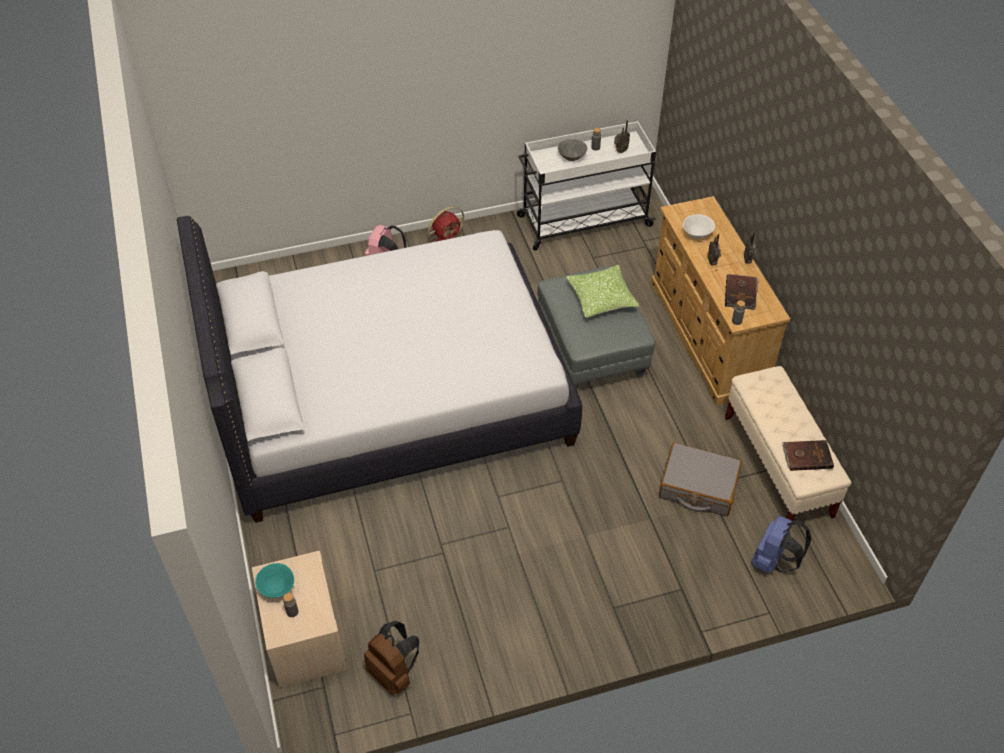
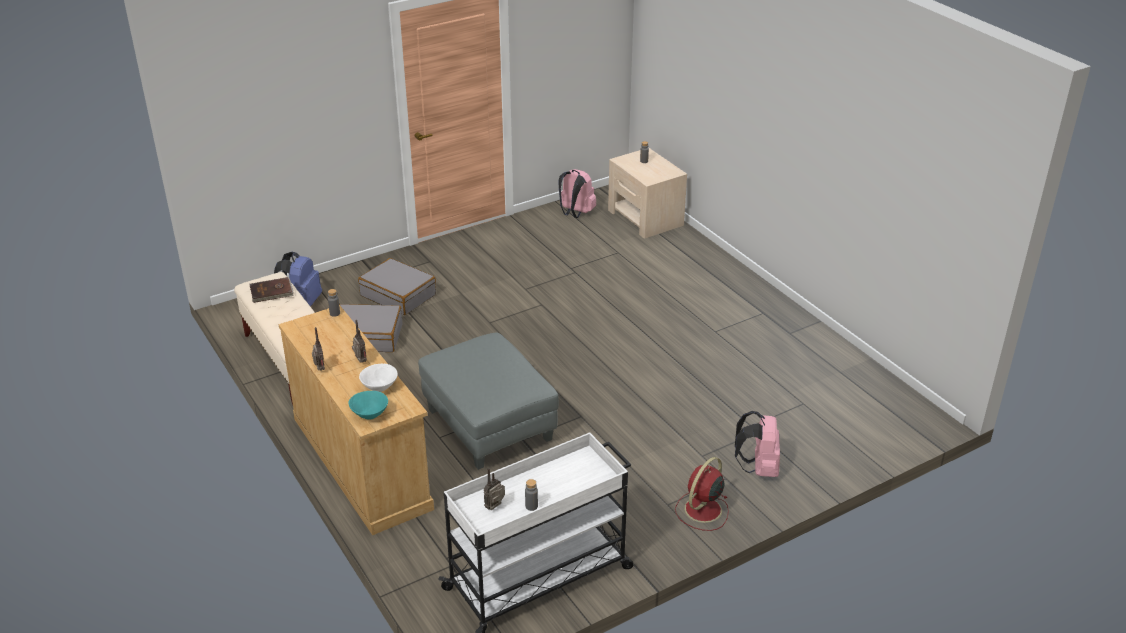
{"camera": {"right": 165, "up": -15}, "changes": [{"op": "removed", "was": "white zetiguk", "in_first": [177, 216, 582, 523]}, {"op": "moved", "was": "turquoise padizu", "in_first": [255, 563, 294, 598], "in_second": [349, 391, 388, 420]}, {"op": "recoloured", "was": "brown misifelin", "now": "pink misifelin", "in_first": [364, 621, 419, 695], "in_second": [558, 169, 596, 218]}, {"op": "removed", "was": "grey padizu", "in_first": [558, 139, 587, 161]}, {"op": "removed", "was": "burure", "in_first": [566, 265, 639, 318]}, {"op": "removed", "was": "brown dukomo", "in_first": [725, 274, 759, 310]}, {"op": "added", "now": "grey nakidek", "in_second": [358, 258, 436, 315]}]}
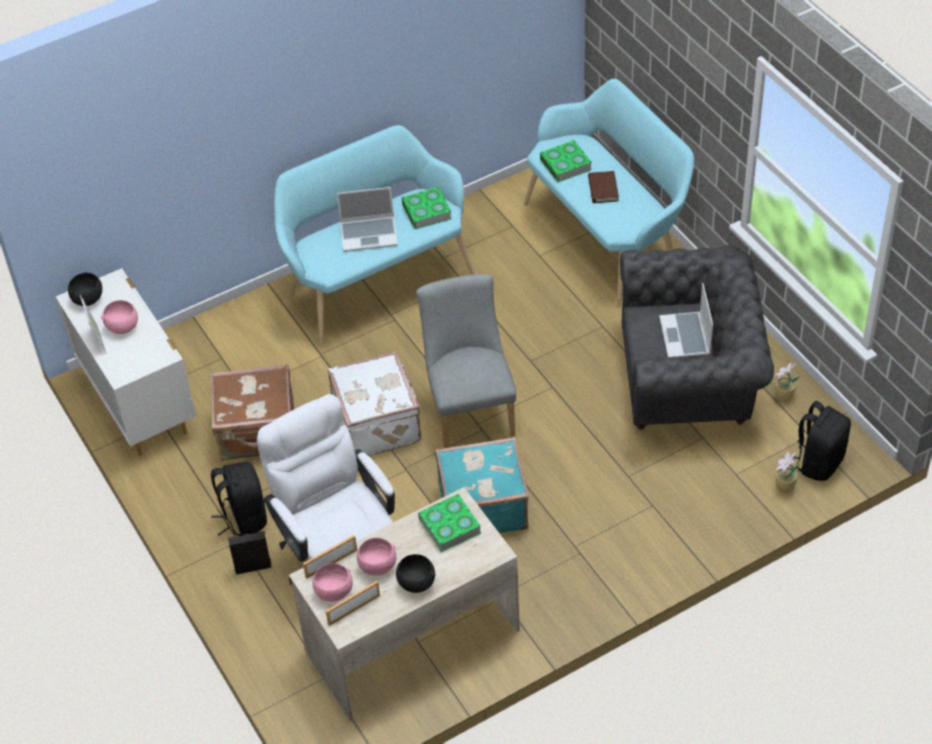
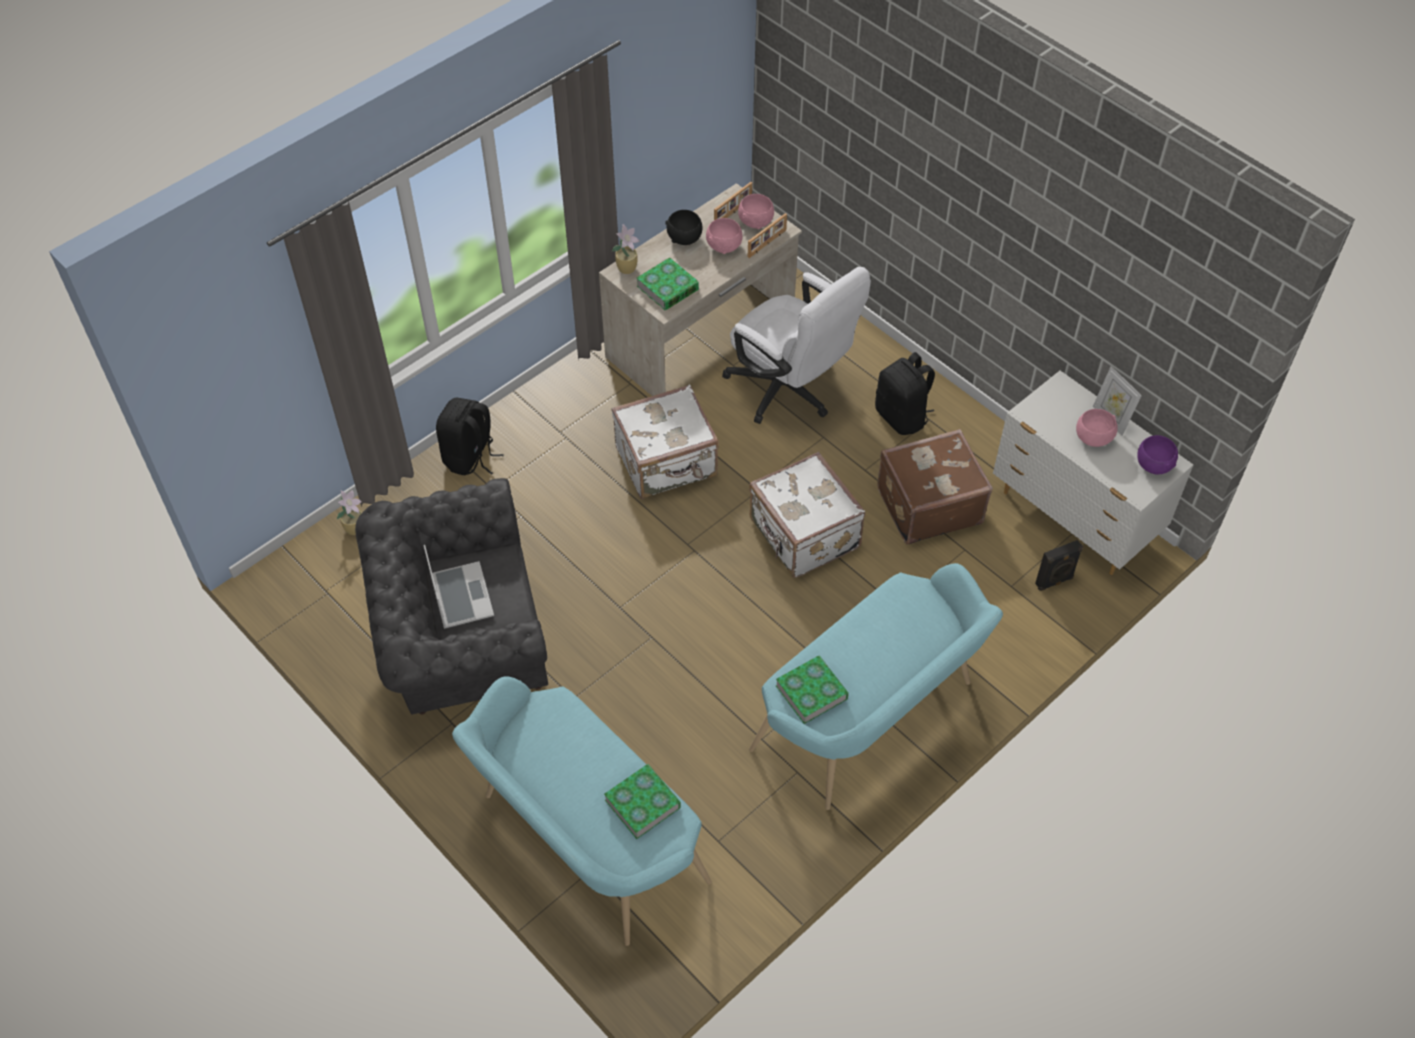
{"camera": {"right": 165, "up": 5}, "changes": [{"op": "recoloured", "was": "black padizu", "now": "purple padizu", "in_first": [68, 272, 102, 306], "in_second": [1137, 435, 1178, 474]}, {"op": "moved", "was": "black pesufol", "in_first": [228, 531, 272, 575], "in_second": [1035, 540, 1083, 591]}, {"op": "removed", "was": "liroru", "in_first": [337, 187, 398, 252]}, {"op": "removed", "was": "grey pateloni", "in_first": [416, 274, 516, 448]}, {"op": "recoloured", "was": "turquoise nakidek", "now": "white nakidek", "in_first": [435, 437, 529, 533], "in_second": [611, 384, 719, 499]}, {"op": "removed", "was": "brown dukomo", "in_first": [588, 171, 619, 203]}, {"op": "moved", "was": "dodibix", "in_first": [774, 362, 800, 402], "in_second": [612, 224, 640, 274]}, {"op": "moved", "was": "black misifelin", "in_first": [794, 401, 851, 481], "in_second": [436, 398, 504, 475]}]}
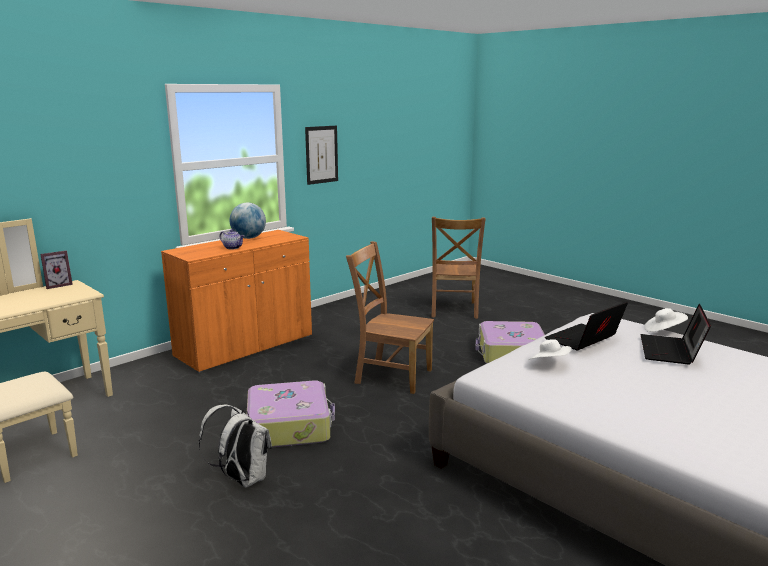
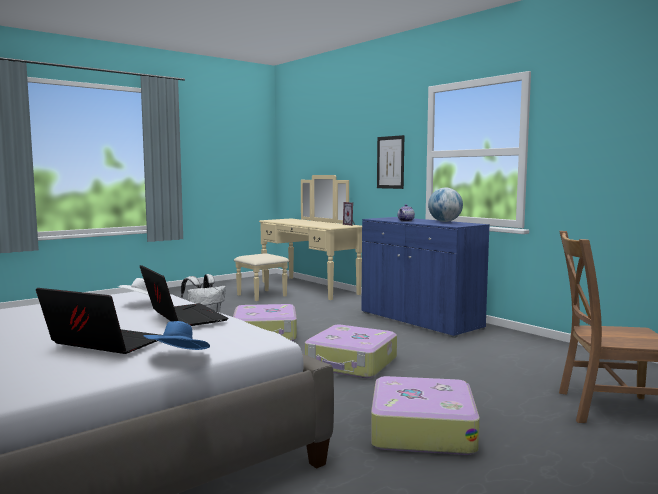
{"camera": {"right": 95, "up": -10}, "changes": [{"op": "recoloured", "was": "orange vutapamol", "now": "blue vutapamol", "in_first": [161, 230, 312, 373], "in_second": [362, 217, 490, 338]}, {"op": "moved", "was": "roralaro", "in_first": [305, 126, 338, 185], "in_second": [377, 135, 404, 189]}, {"op": "replaced", "was": "brown pateloni", "now": "nakidek", "in_first": [346, 241, 434, 394], "in_second": [305, 325, 397, 378]}, {"op": "recoloured", "was": "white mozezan", "now": "blue mozezan", "in_first": [645, 308, 688, 332], "in_second": [144, 321, 210, 350]}]}
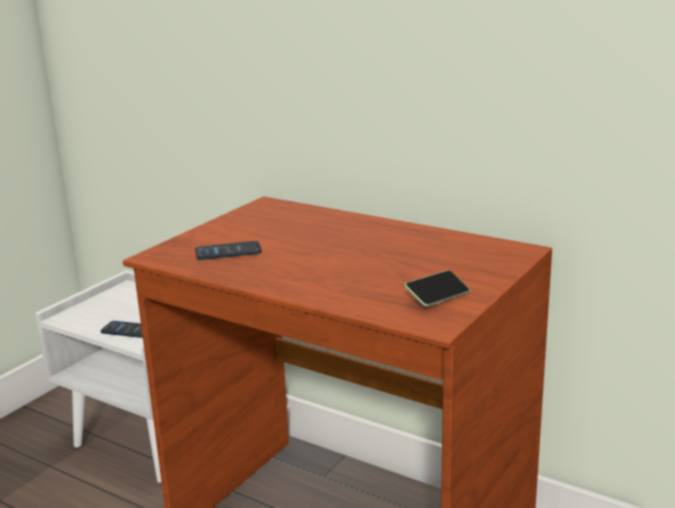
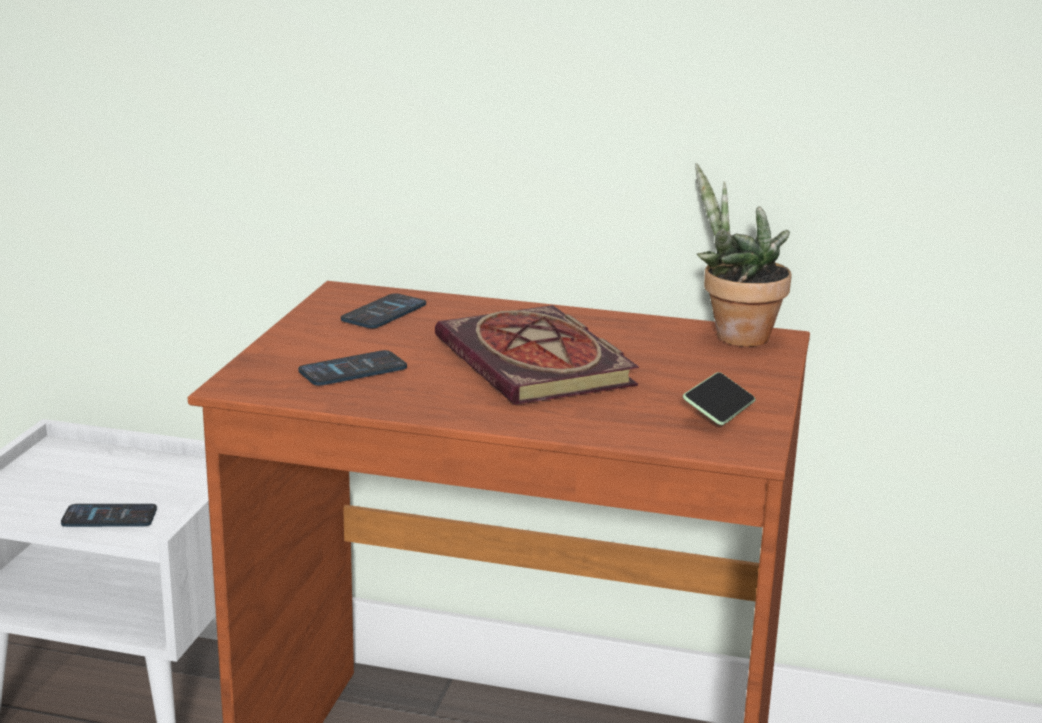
{"camera": {"right": -20, "up": 0}, "changes": [{"op": "added", "now": "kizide", "in_second": [341, 293, 426, 329]}, {"op": "added", "now": "dukomo", "in_second": [435, 305, 639, 405]}, {"op": "added", "now": "dodibix", "in_second": [695, 163, 792, 347]}]}
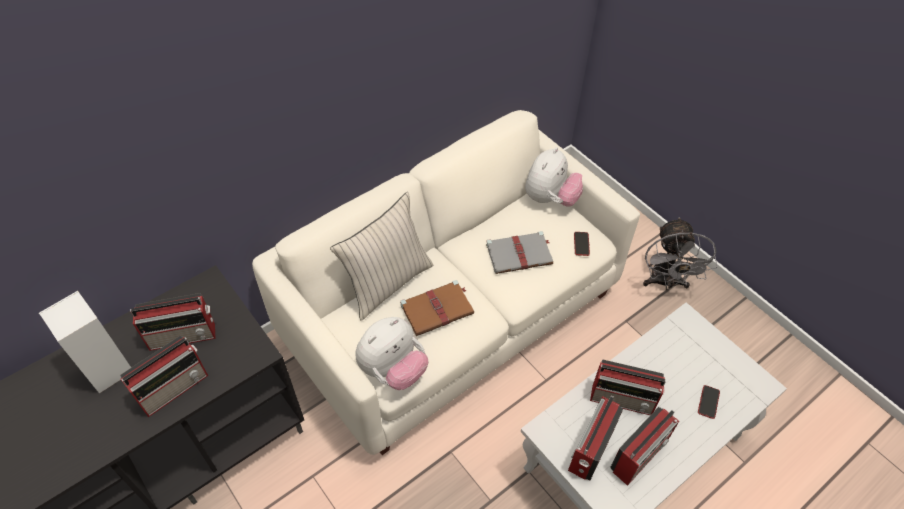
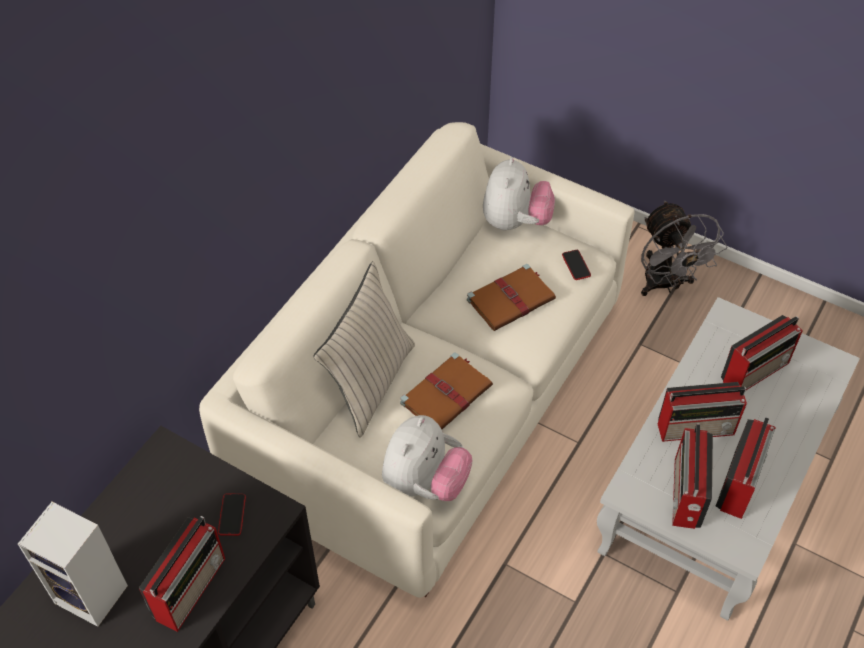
{"camera": {"right": -20, "up": 0}, "changes": [{"op": "moved", "was": "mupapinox", "in_first": [130, 293, 216, 351], "in_second": [721, 315, 803, 390]}, {"op": "recoloured", "was": "grey dukomo", "now": "brown dukomo", "in_first": [486, 231, 553, 274], "in_second": [467, 264, 556, 331]}, {"op": "moved", "was": "kizide", "in_first": [698, 385, 720, 419], "in_second": [218, 494, 246, 536]}]}
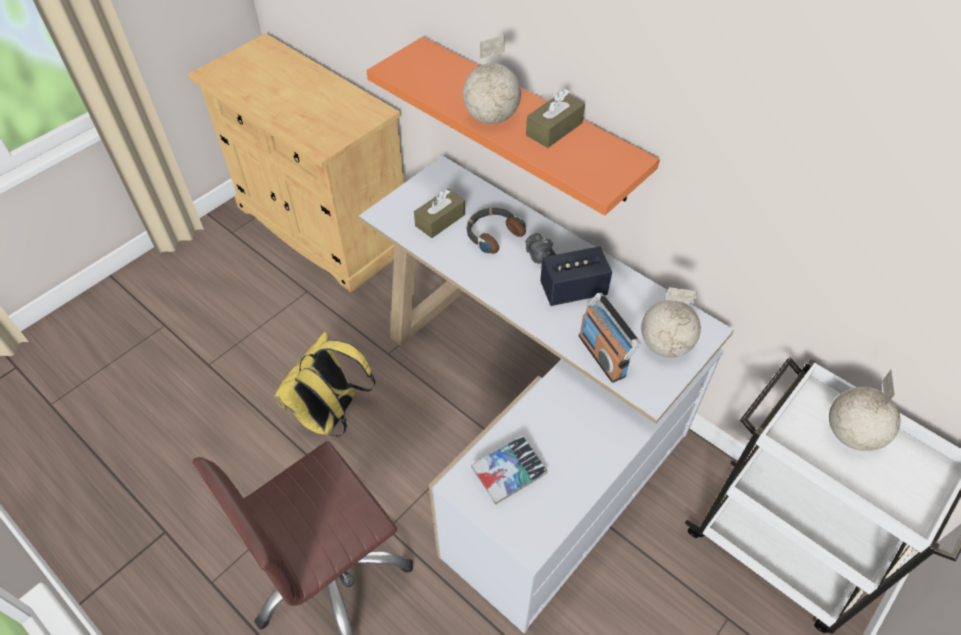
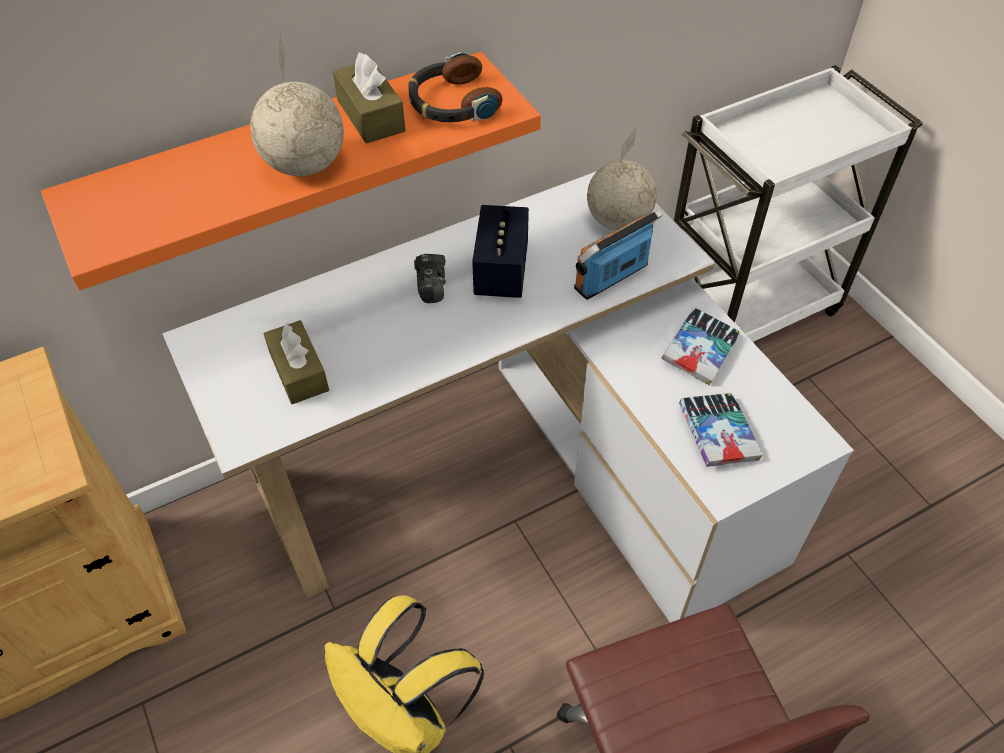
{"camera": {"right": -70, "up": 0}, "changes": [{"op": "moved", "was": "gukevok", "in_first": [466, 207, 526, 254], "in_second": [408, 52, 503, 122]}, {"op": "turned", "was": "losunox", "in_first": [525, 233, 556, 265], "in_second": [414, 254, 446, 303], "clockwise": -90}, {"op": "turned", "was": "mupapinox", "in_first": [579, 293, 641, 383], "in_second": [574, 210, 663, 300], "clockwise": 150}, {"op": "removed", "was": "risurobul", "in_first": [829, 370, 900, 451]}, {"op": "added", "now": "dukomo", "in_second": [661, 307, 741, 386]}]}
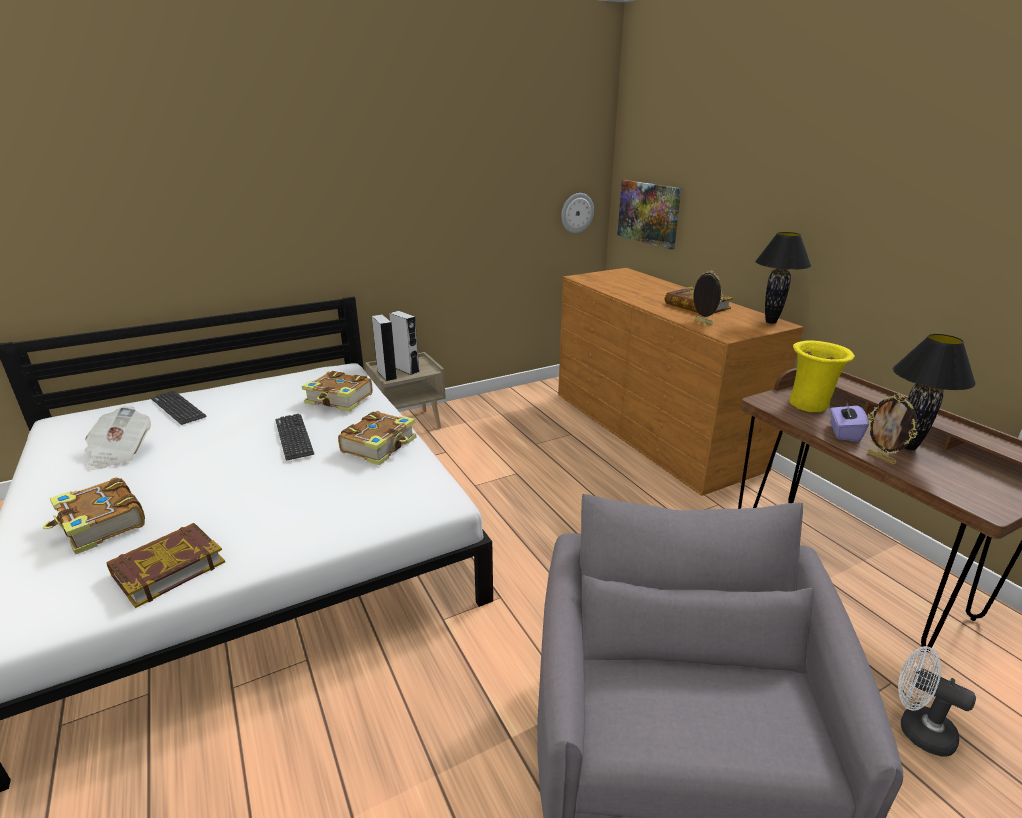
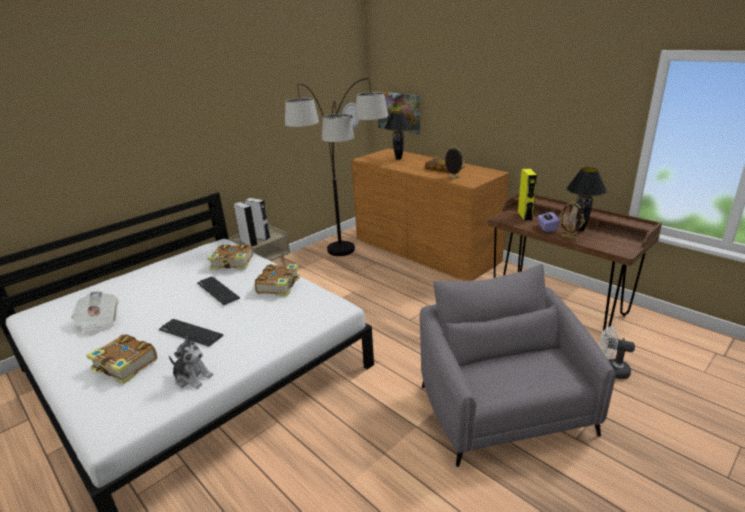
{"camera": {"right": -15, "up": 0}, "changes": [{"op": "replaced", "was": "dukomo", "now": "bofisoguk", "in_first": [106, 523, 225, 608], "in_second": [169, 336, 213, 389]}, {"op": "moved", "was": "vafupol", "in_first": [151, 391, 207, 425], "in_second": [159, 319, 224, 347]}, {"op": "moved", "was": "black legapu", "in_first": [755, 232, 811, 324], "in_second": [385, 111, 412, 160]}, {"op": "replaced", "was": "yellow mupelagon", "now": "yellow pesufol", "in_first": [789, 340, 855, 412], "in_second": [518, 169, 537, 221]}, {"op": "added", "now": "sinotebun", "in_second": [285, 78, 388, 256]}]}
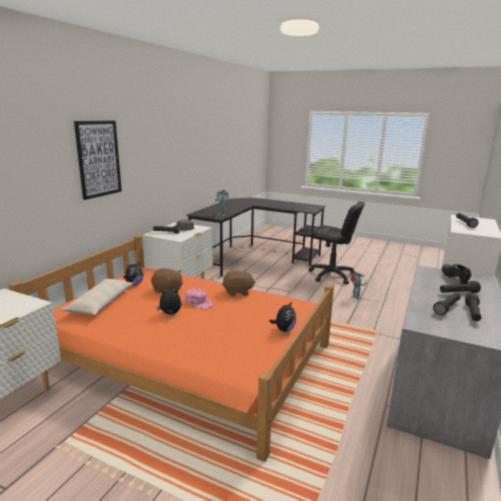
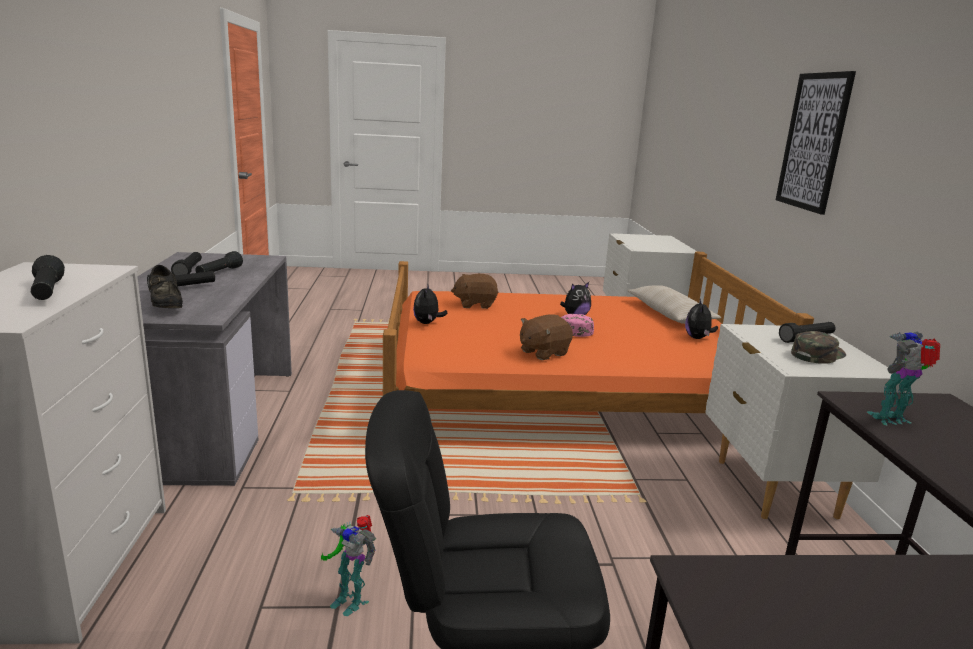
{"camera": {"right": 150, "up": 0}, "changes": [{"op": "moved", "was": "brown bofisoguk", "in_first": [151, 268, 183, 293], "in_second": [451, 274, 498, 309]}]}
